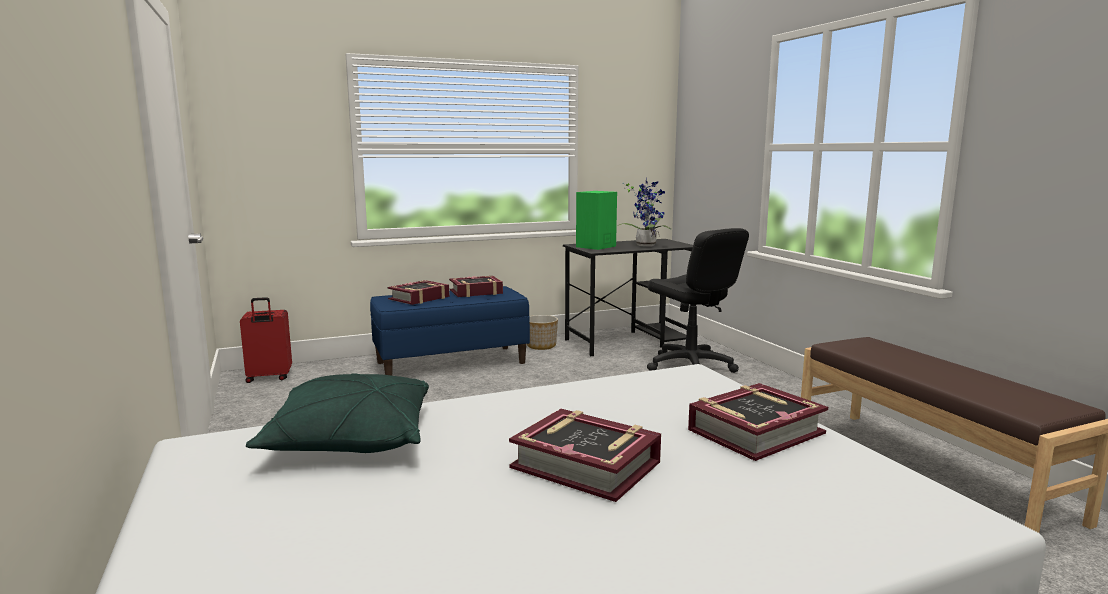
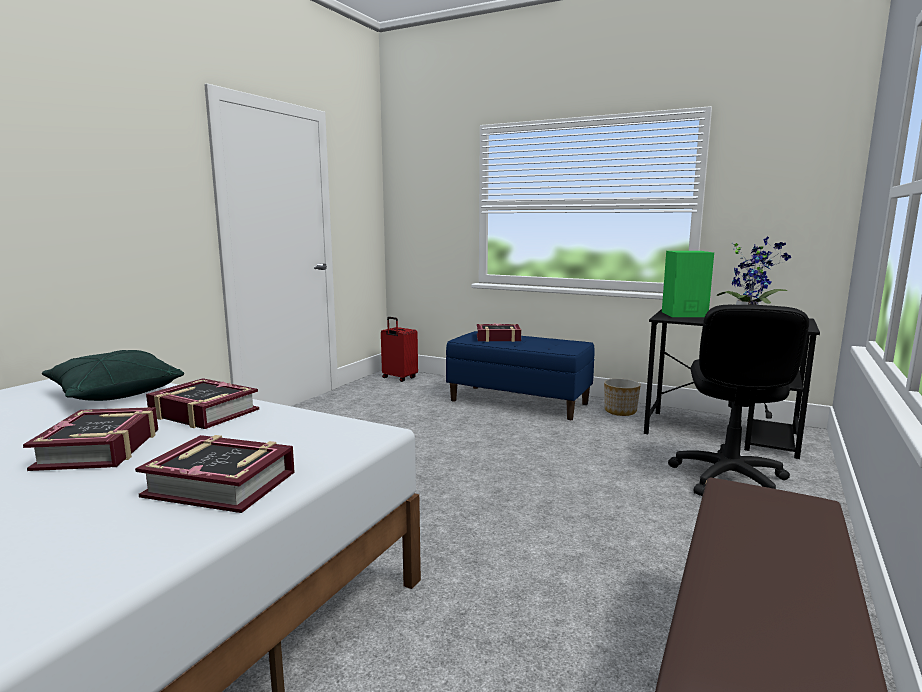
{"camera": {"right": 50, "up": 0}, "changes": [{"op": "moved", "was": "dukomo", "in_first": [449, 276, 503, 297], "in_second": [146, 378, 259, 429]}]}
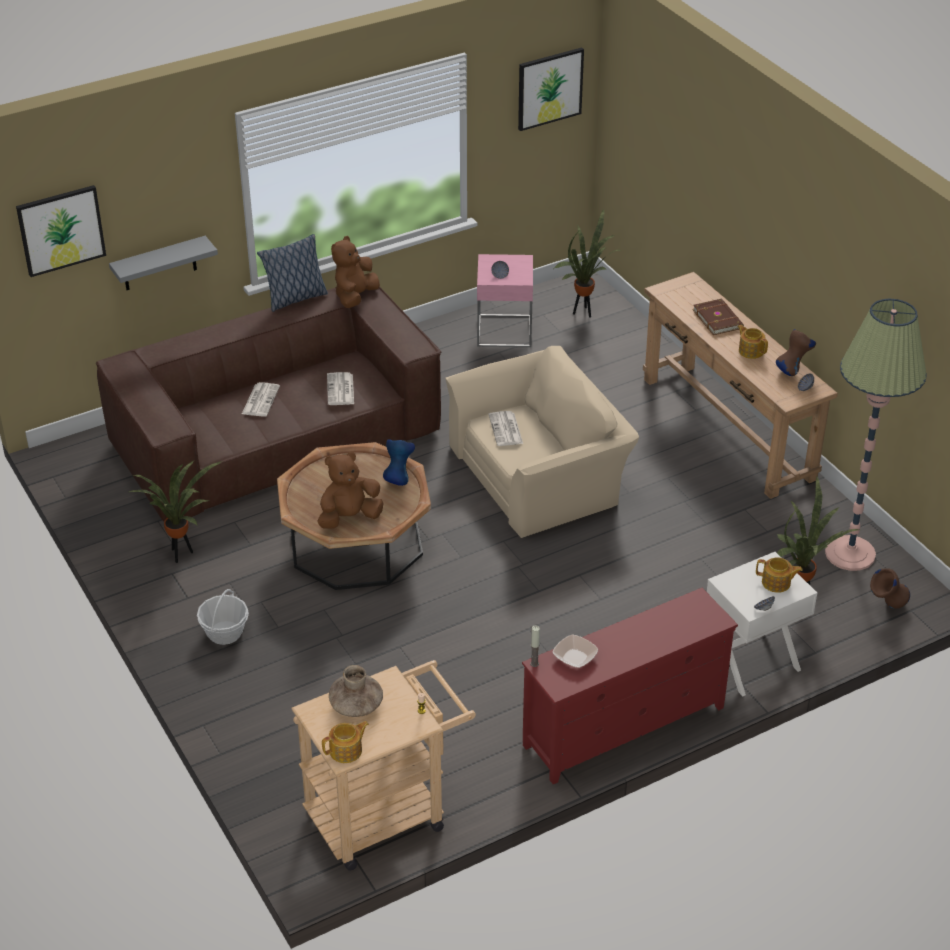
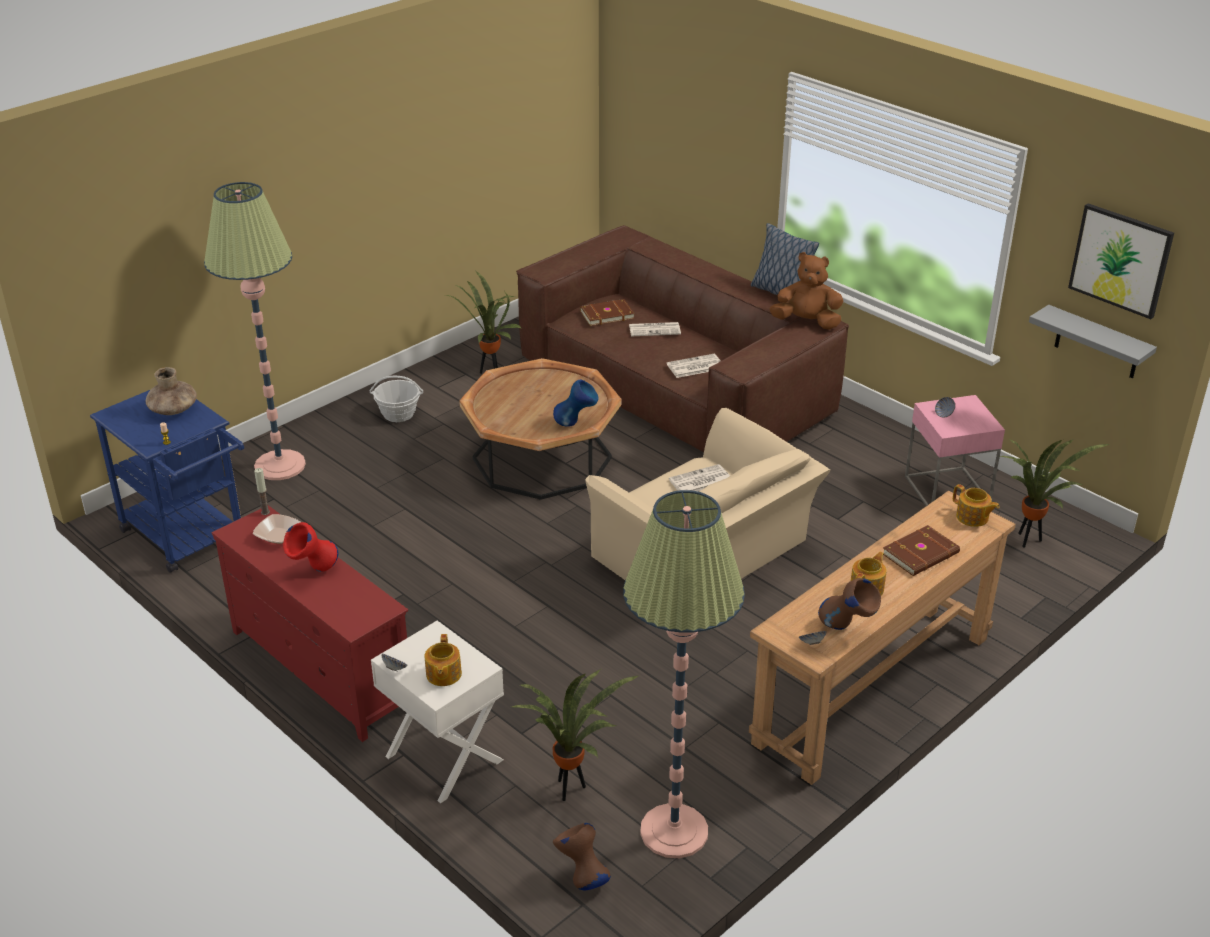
{"camera": {"right": 75, "up": -5}, "changes": [{"op": "removed", "was": "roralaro", "in_first": [16, 185, 106, 277]}, {"op": "moved", "was": "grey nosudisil", "in_first": [109, 236, 218, 290], "in_second": [1029, 305, 1157, 378]}, {"op": "recoloured", "was": "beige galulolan", "now": "blue galulolan", "in_first": [292, 660, 476, 870], "in_second": [90, 390, 244, 573]}, {"op": "removed", "was": "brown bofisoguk", "in_first": [317, 452, 384, 529]}, {"op": "moved", "was": "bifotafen", "in_first": [322, 721, 369, 763], "in_second": [953, 484, 1000, 527]}, {"op": "added", "now": "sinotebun", "in_second": [204, 182, 306, 480]}, {"op": "added", "now": "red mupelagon", "in_second": [283, 522, 338, 572]}, {"op": "added", "now": "brown dukomo", "in_second": [580, 299, 635, 326]}]}
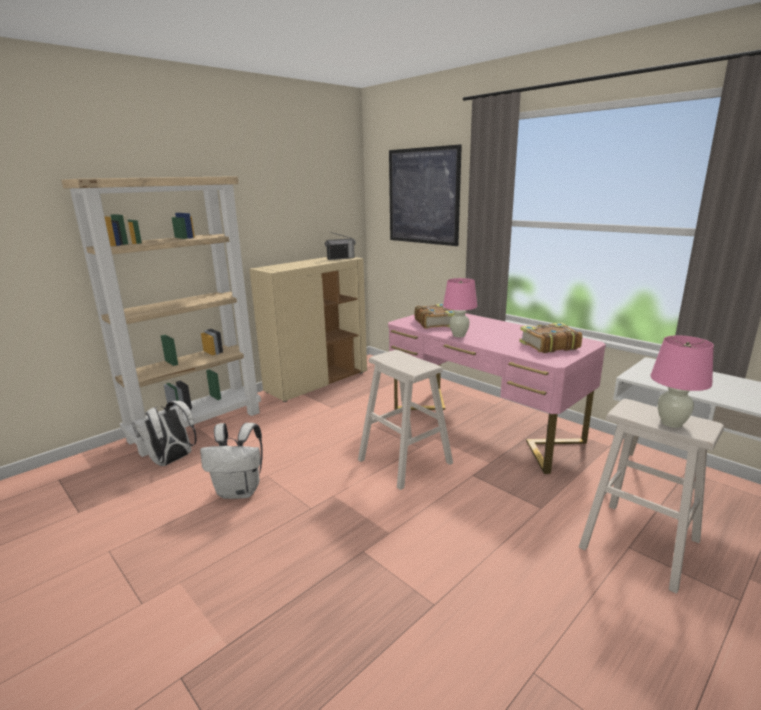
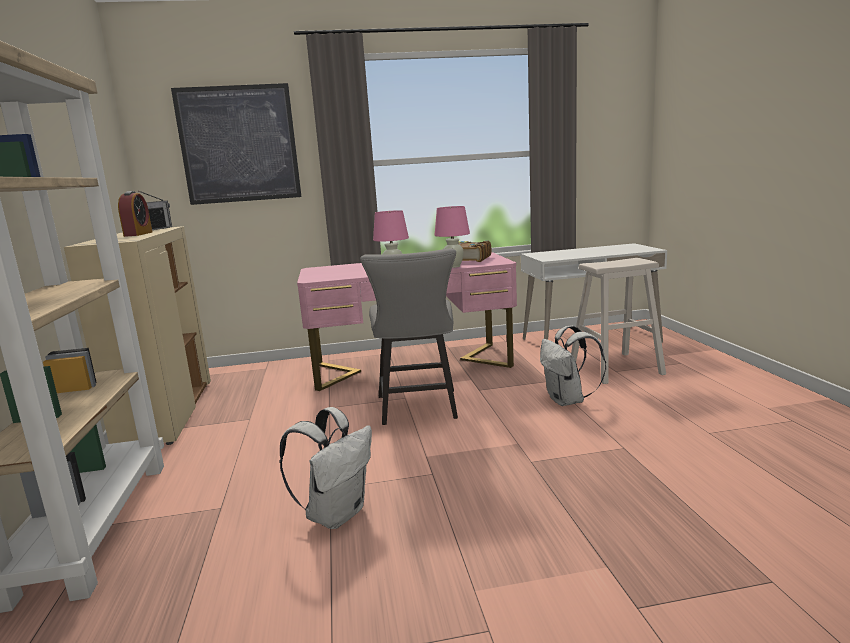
{"camera": {"right": -55, "up": -5}, "changes": [{"op": "moved", "was": "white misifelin", "in_first": [132, 401, 196, 466], "in_second": [540, 325, 606, 406]}, {"op": "replaced", "was": "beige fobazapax", "now": "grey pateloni", "in_first": [358, 350, 453, 490], "in_second": [360, 248, 458, 425]}, {"op": "removed", "was": "dukomo", "in_first": [415, 304, 455, 329]}, {"op": "moved", "was": "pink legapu", "in_first": [651, 335, 714, 428], "in_second": [434, 206, 470, 268]}, {"op": "added", "now": "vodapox", "in_second": [118, 191, 152, 237]}]}
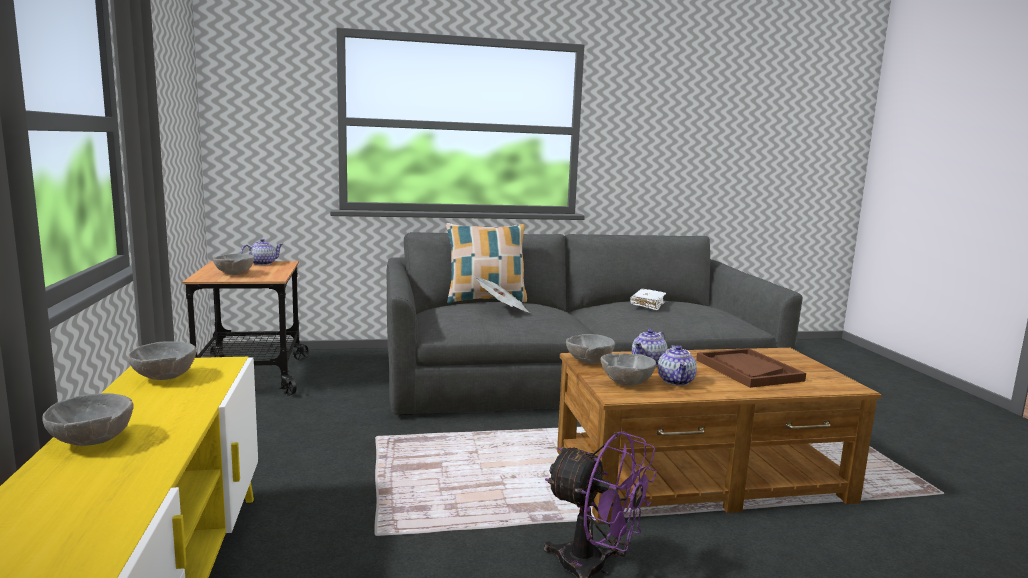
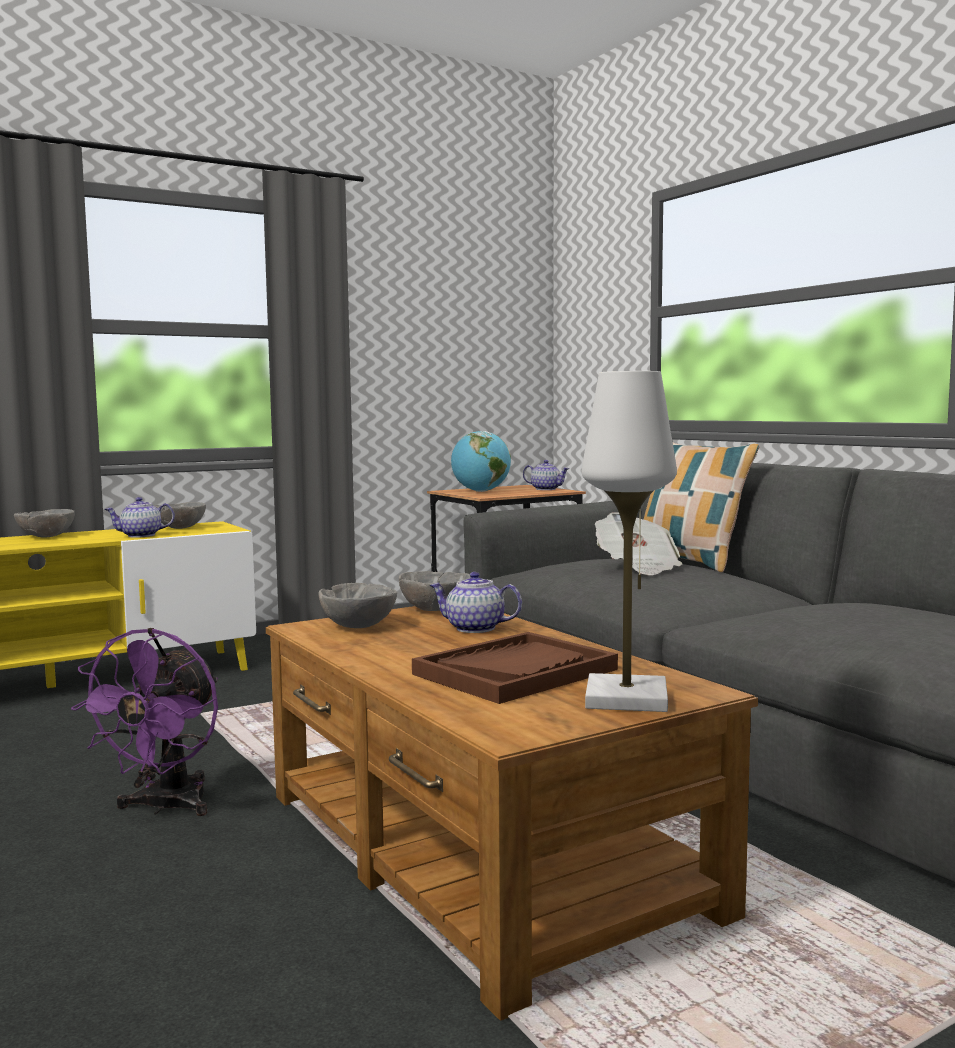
{"camera": {"right": 70, "up": -5}, "changes": [{"op": "replaced", "was": "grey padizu", "now": "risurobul", "in_first": [213, 253, 254, 275], "in_second": [451, 431, 511, 492]}, {"op": "removed", "was": "white dukomo", "in_first": [630, 289, 666, 310]}, {"op": "moved", "was": "bifotafen", "in_first": [658, 345, 697, 386], "in_second": [105, 497, 175, 538]}, {"op": "added", "now": "white legapu", "in_second": [582, 371, 677, 712]}]}
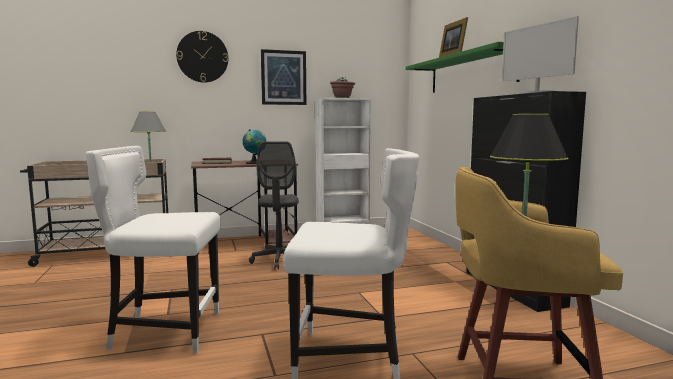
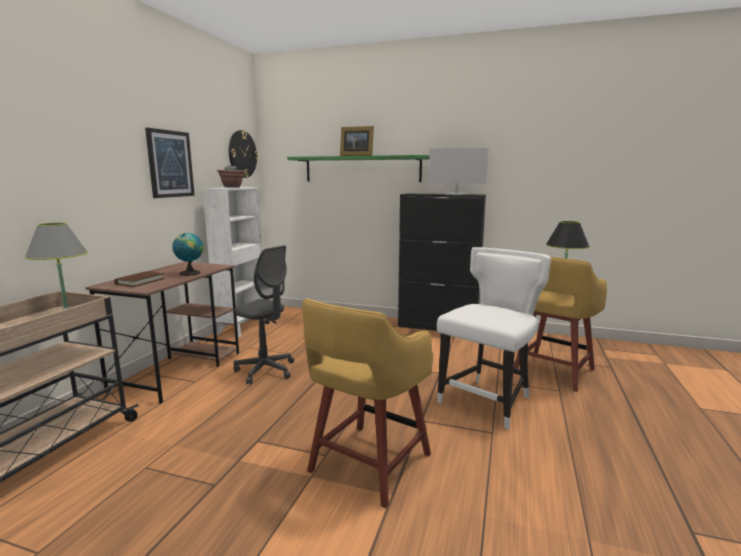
{"camera": {"right": -55, "up": 5}, "changes": [{"op": "replaced", "was": "white pateloni", "now": "yellow fobazapax", "in_first": [86, 146, 221, 354], "in_second": [302, 298, 433, 508]}, {"op": "moved", "was": "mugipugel", "in_first": [176, 31, 228, 83], "in_second": [229, 130, 258, 178]}]}
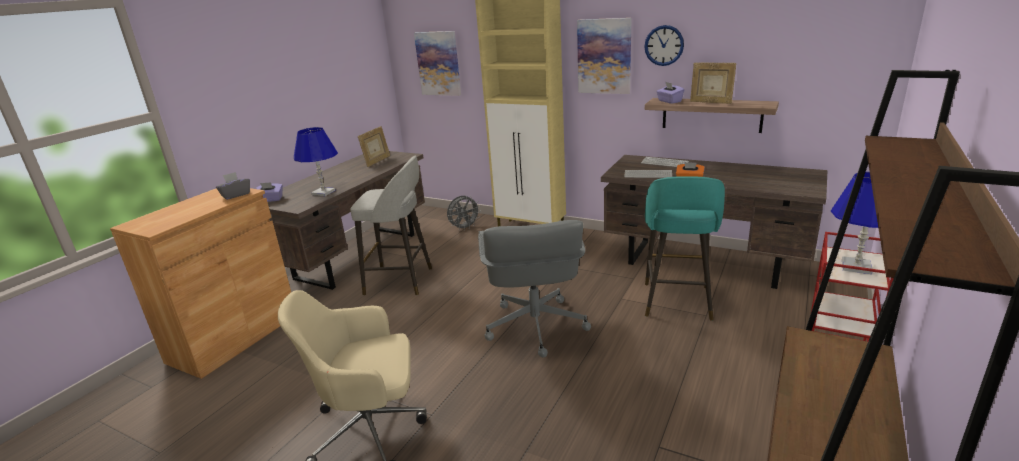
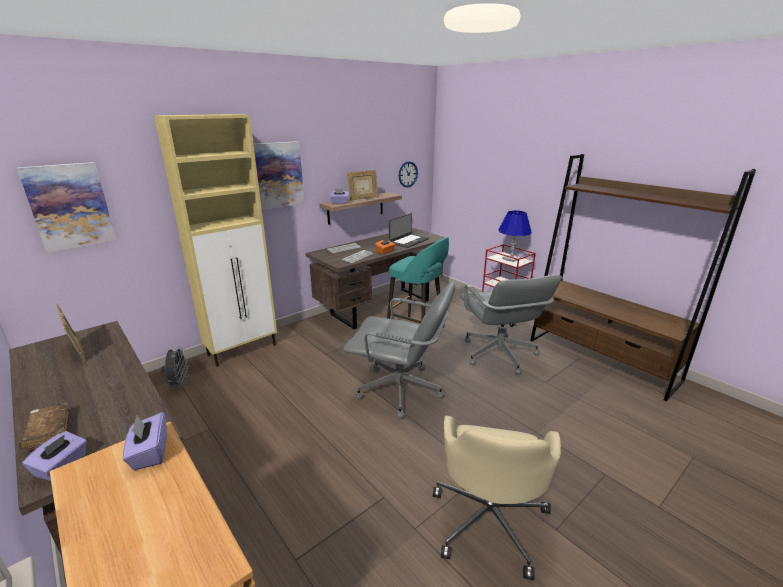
{"camera": {"right": -70, "up": 0}, "changes": [{"op": "recoloured", "was": "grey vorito", "now": "purple vorito", "in_first": [216, 172, 250, 200], "in_second": [123, 412, 167, 470]}, {"op": "removed", "was": "blue legapu", "in_first": [294, 127, 338, 196]}, {"op": "removed", "was": "grey fobazapax", "in_first": [351, 156, 432, 296]}, {"op": "moved", "was": "mugipugel", "in_first": [644, 25, 684, 66], "in_second": [399, 161, 418, 187]}, {"op": "added", "now": "brown dukomo", "in_second": [19, 402, 70, 451]}, {"op": "added", "now": "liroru", "in_second": [389, 213, 429, 248]}, {"op": "added", "now": "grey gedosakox", "in_second": [460, 275, 562, 375]}]}
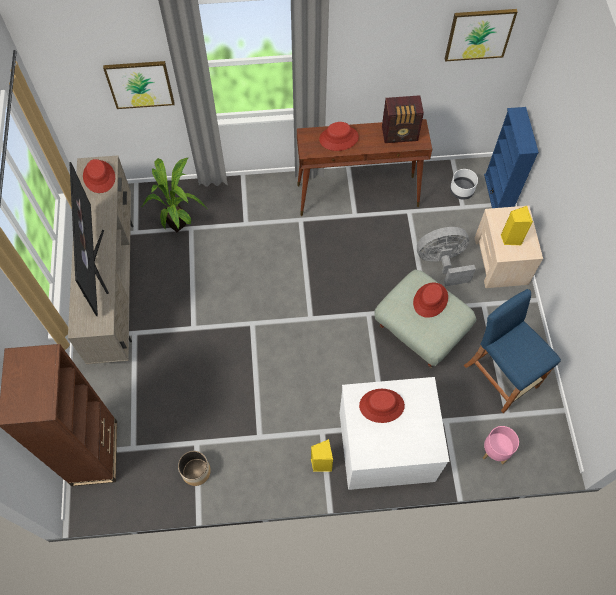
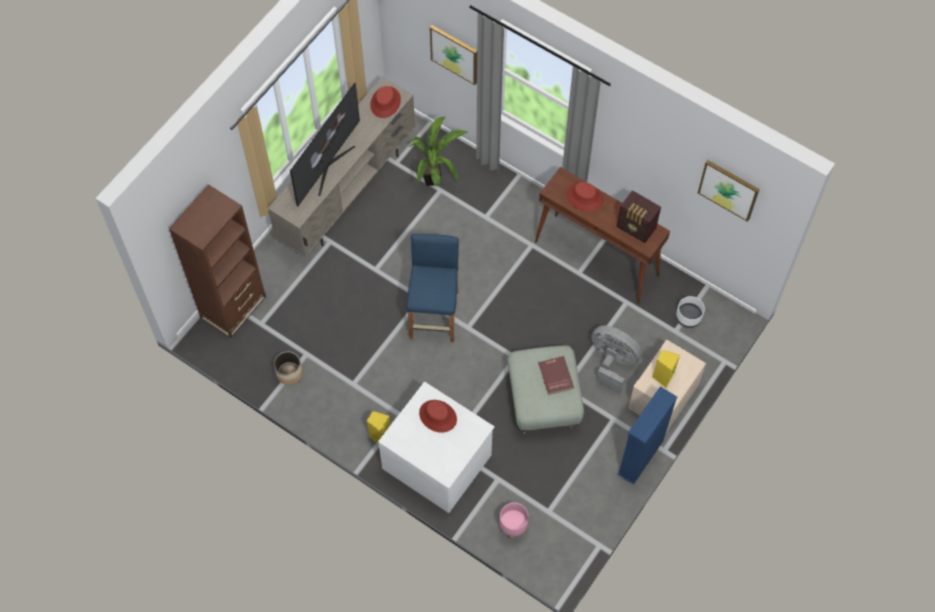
{"camera": {"right": 40, "up": 0}, "changes": [{"op": "replaced", "was": "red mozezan", "now": "red dukomo", "in_first": [413, 283, 448, 318], "in_second": [538, 356, 574, 395]}, {"op": "moved", "was": "blue fobazapax", "in_first": [464, 289, 561, 413], "in_second": [406, 234, 459, 342]}, {"op": "moved", "was": "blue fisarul", "in_first": [484, 107, 539, 208], "in_second": [617, 386, 677, 485]}]}
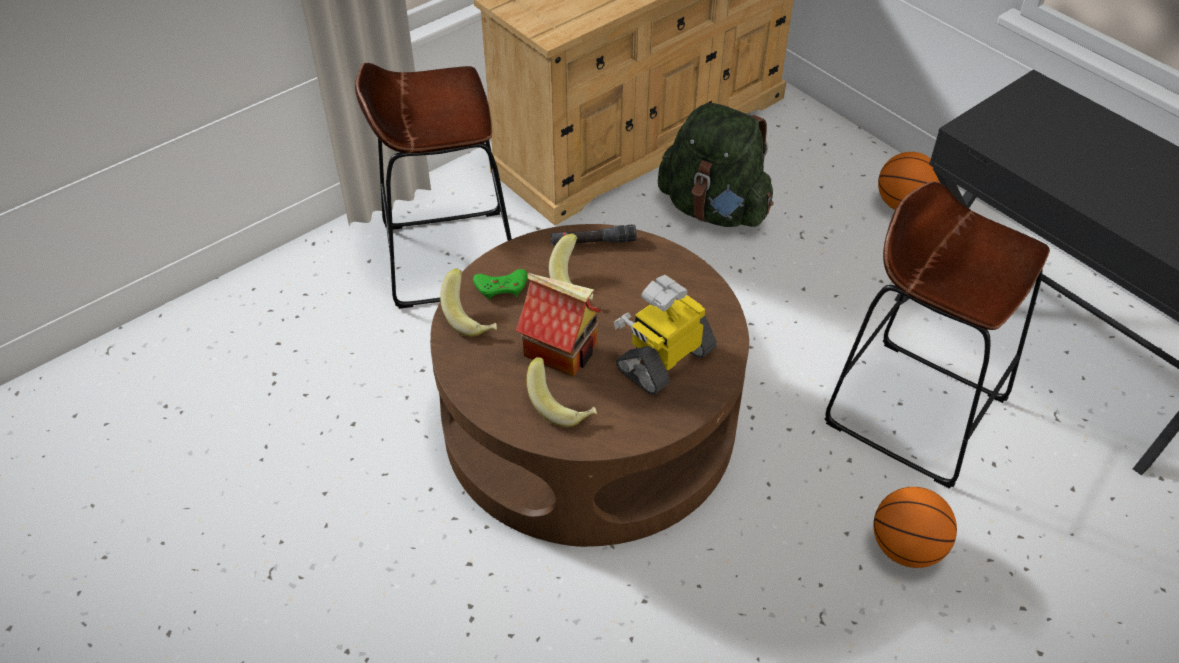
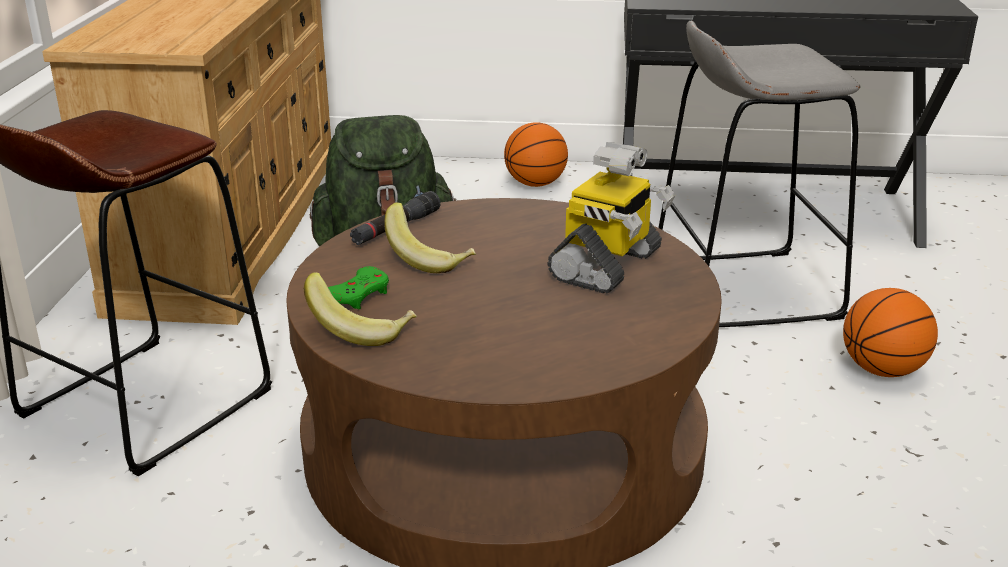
{"camera": {"right": -45, "up": -20}, "changes": [{"op": "removed", "was": "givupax", "in_first": [516, 273, 601, 377]}, {"op": "removed", "was": "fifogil", "in_first": [526, 357, 597, 427]}, {"op": "turned", "was": "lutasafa", "in_first": [614, 275, 717, 395], "in_second": [547, 142, 675, 294], "clockwise": -150}, {"op": "recoloured", "was": "brown fobazapax", "now": "grey fobazapax", "in_first": [825, 181, 1050, 489], "in_second": [658, 21, 860, 327]}]}
